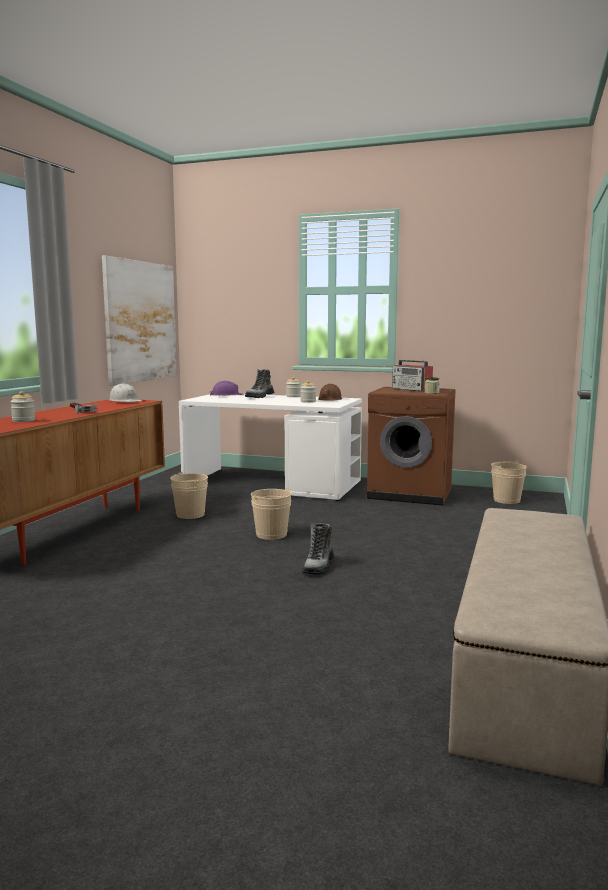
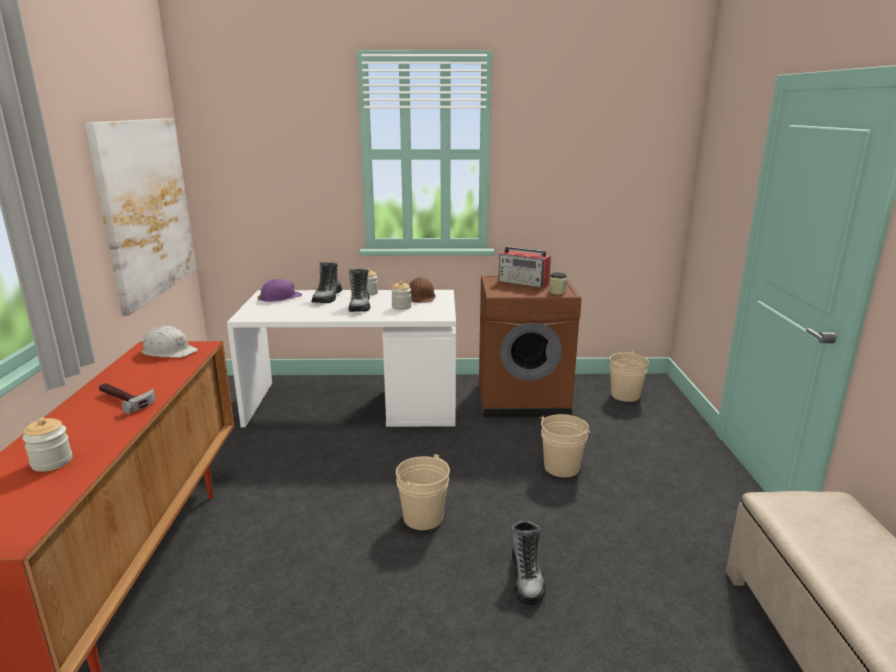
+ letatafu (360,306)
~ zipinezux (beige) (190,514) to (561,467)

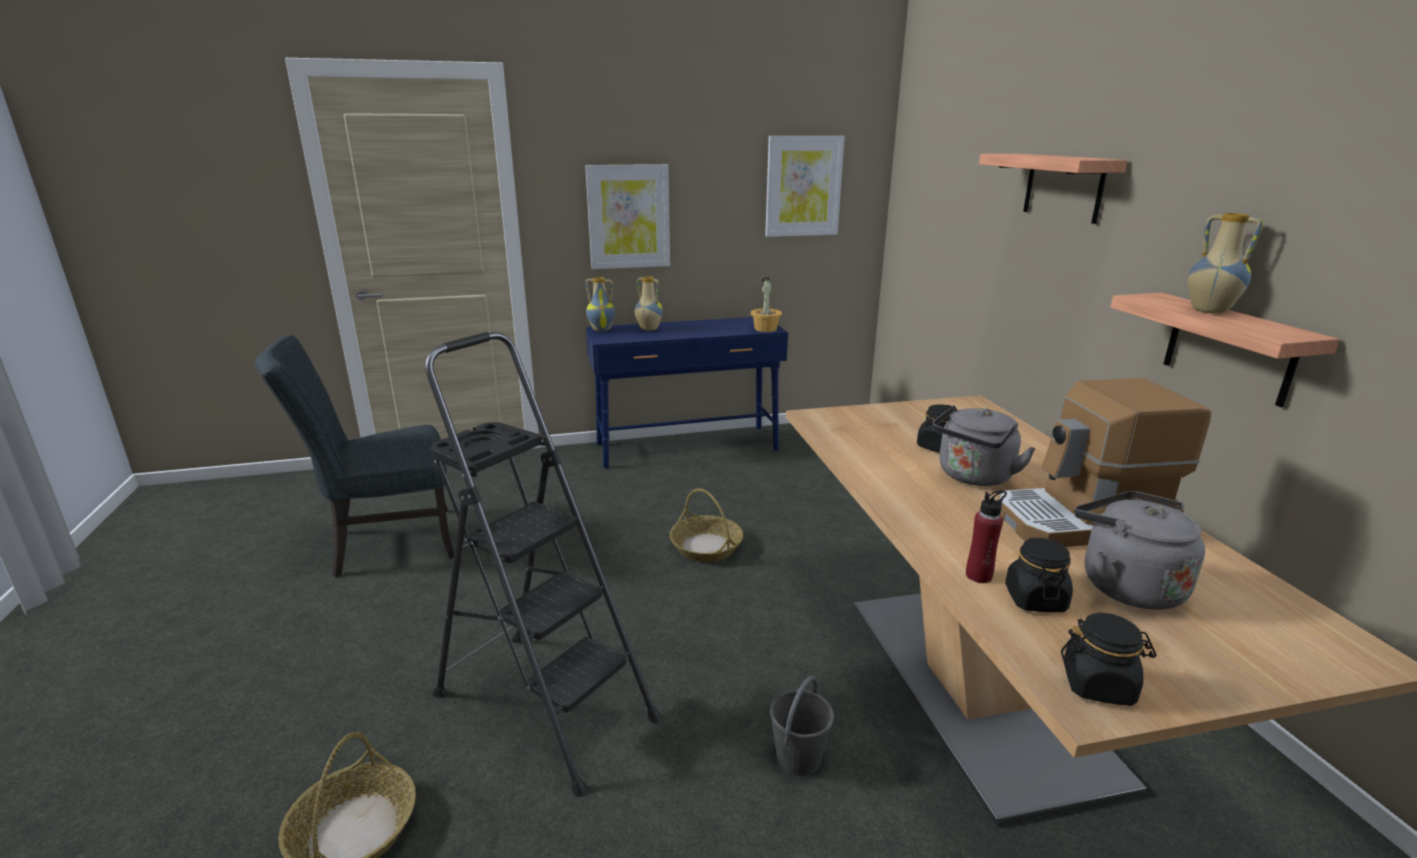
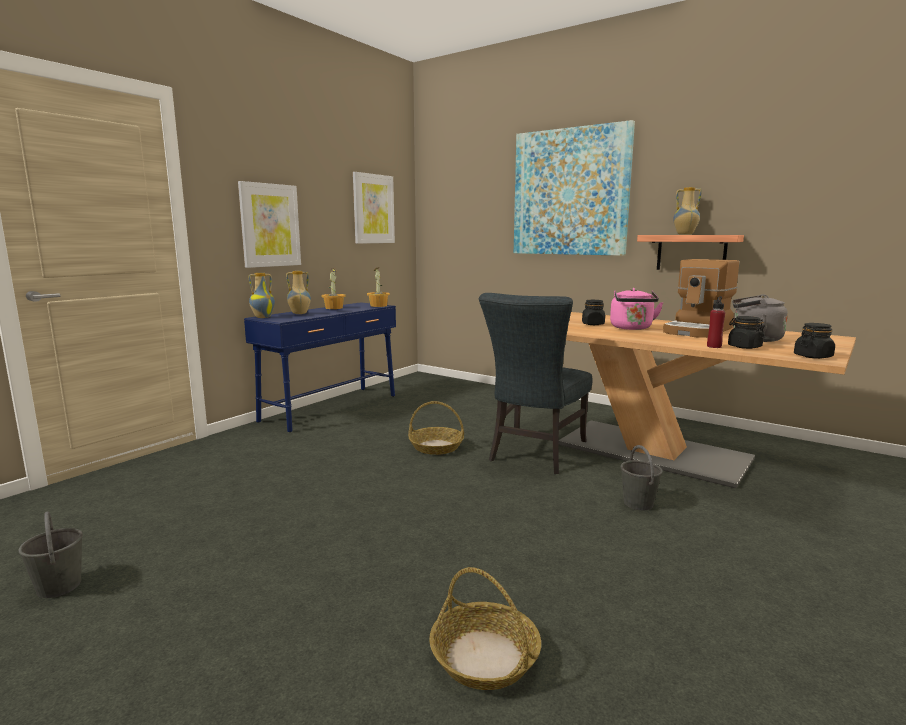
+ zipinezux (grey) (59,586)
+ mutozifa (333,308)
~ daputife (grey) (385,544) to (534,454)
~ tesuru (1063,187) to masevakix (570,192)
~ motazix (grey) (973,477) to motazix (pink) (632,328)
- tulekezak (542,703)

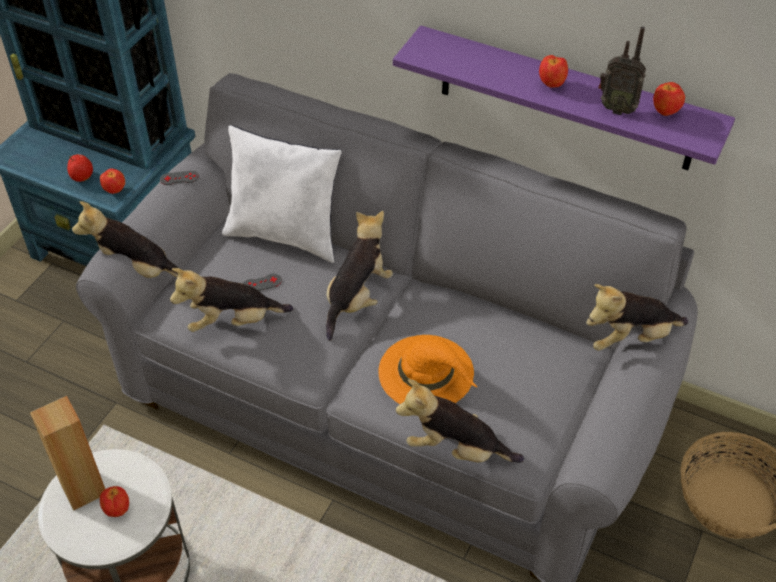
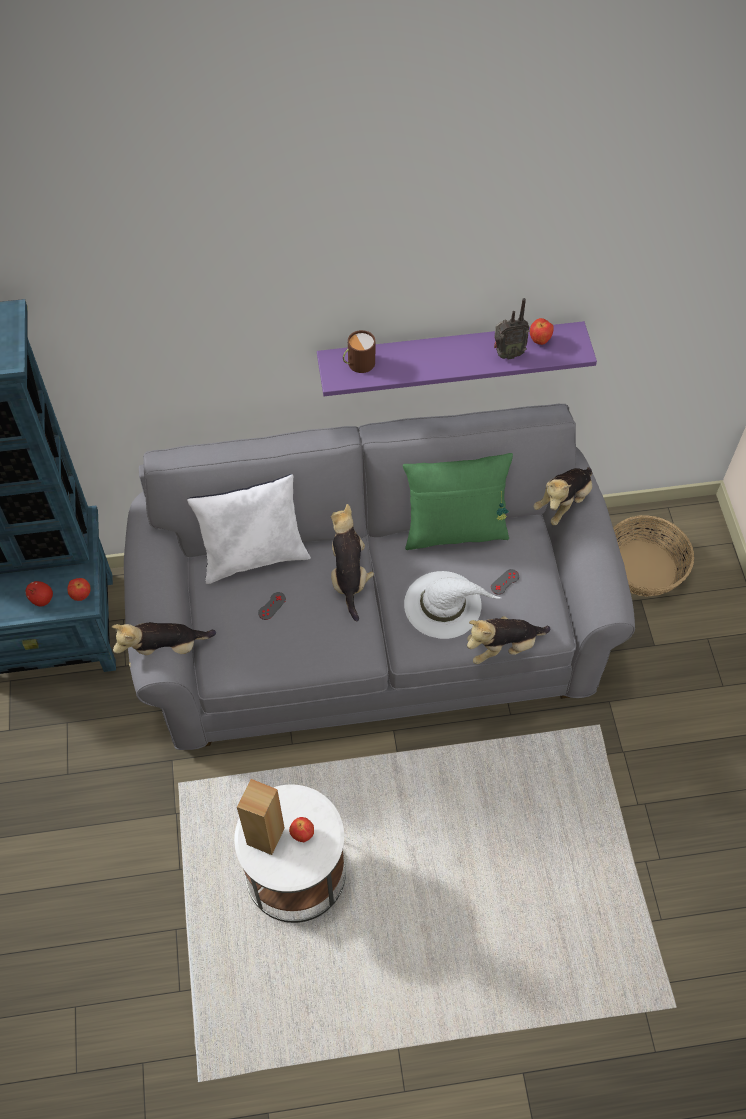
+ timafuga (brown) (358,363)
+ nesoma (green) (454,531)
~ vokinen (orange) (427,373) to vokinen (white) (444,604)
~ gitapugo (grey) (179,178) to (505,582)
- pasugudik (232,322)
- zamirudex (552,84)

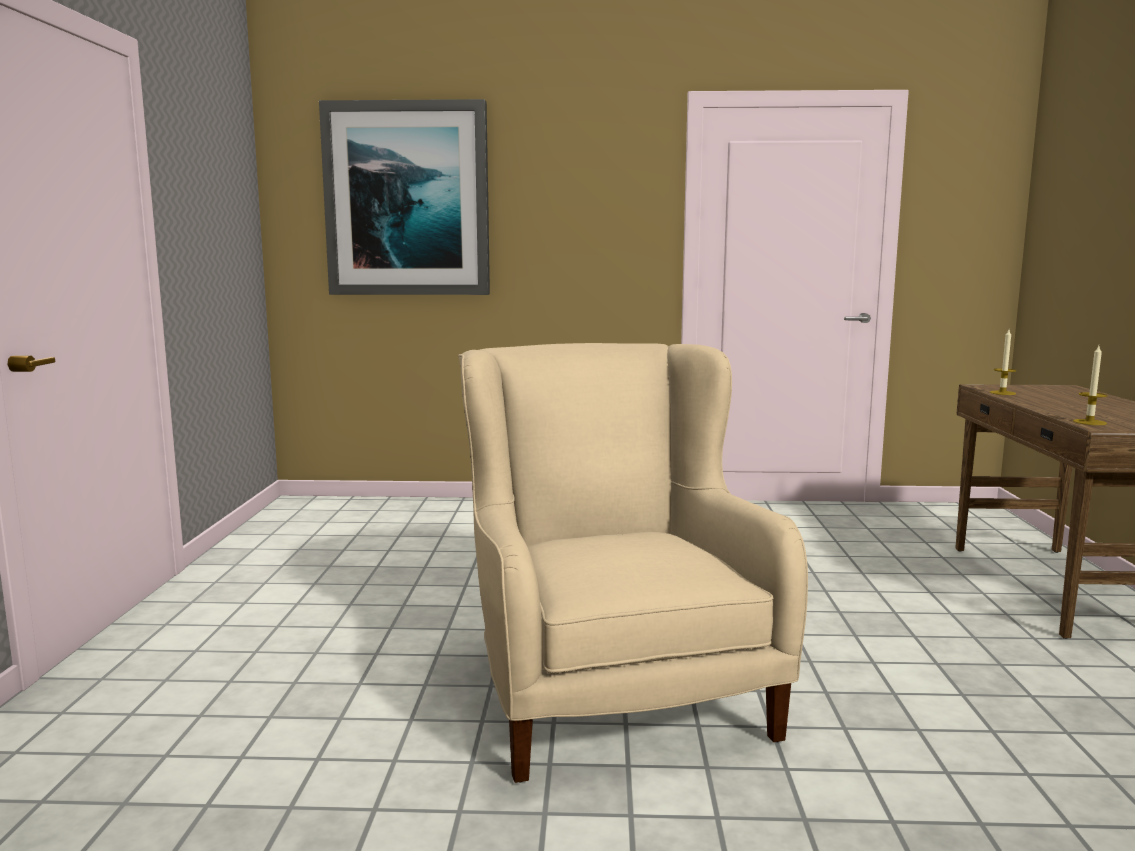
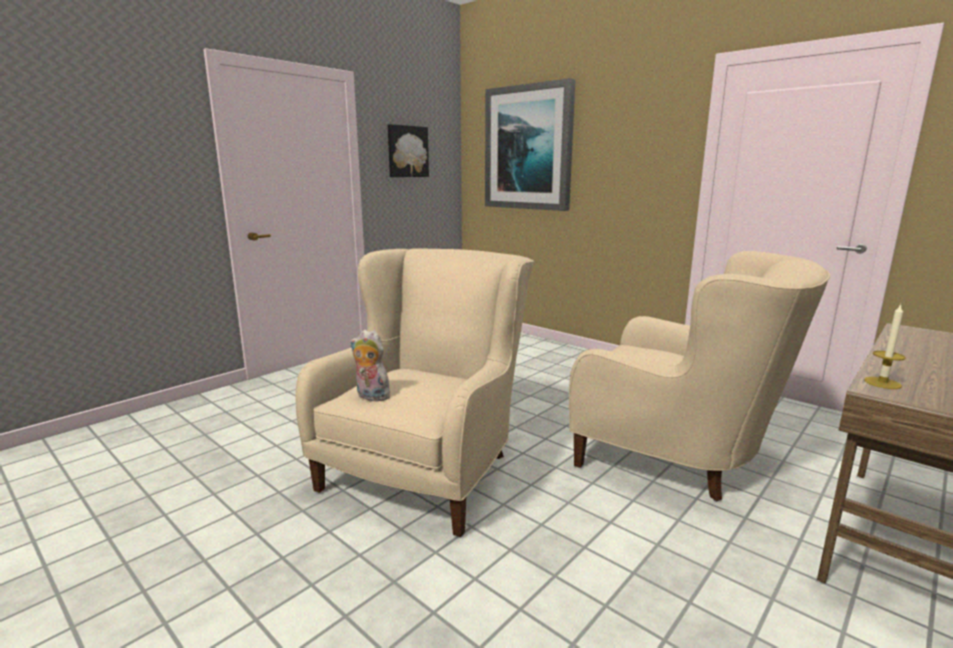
+ pasugudik (370,397)
+ masevakix (407,151)
+ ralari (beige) (679,458)
- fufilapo (1002,393)

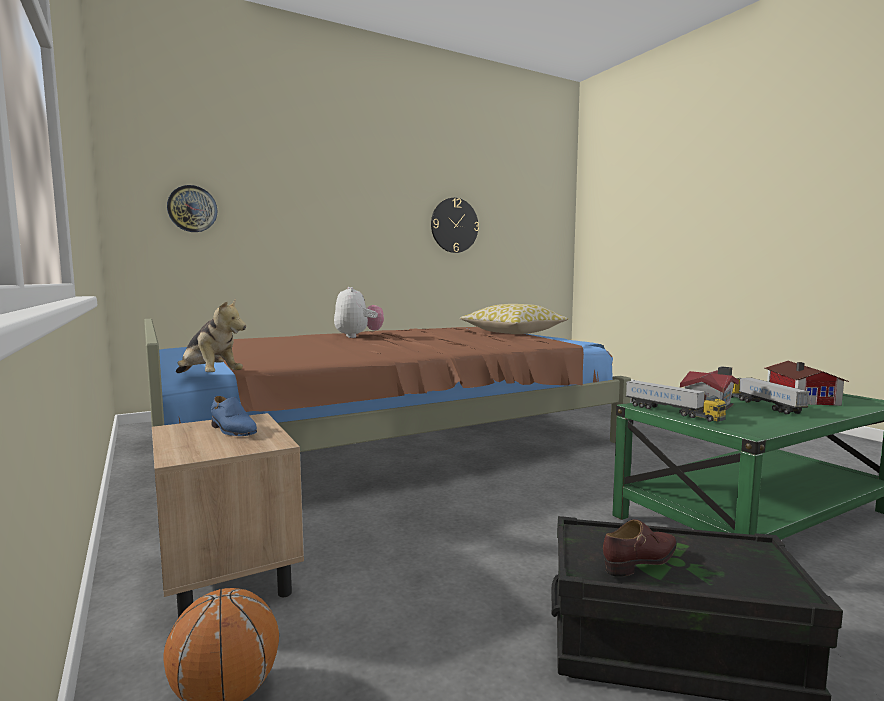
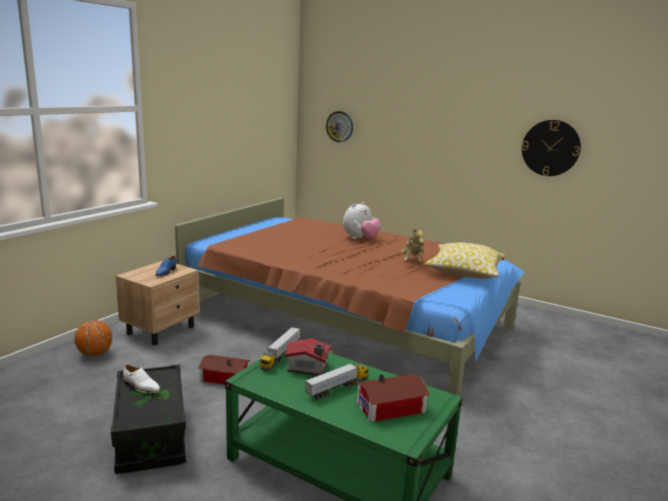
~ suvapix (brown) (642,560) to suvapix (white) (141,387)
+ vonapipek (223,376)
~ pasugudik (209,378) to (413,261)

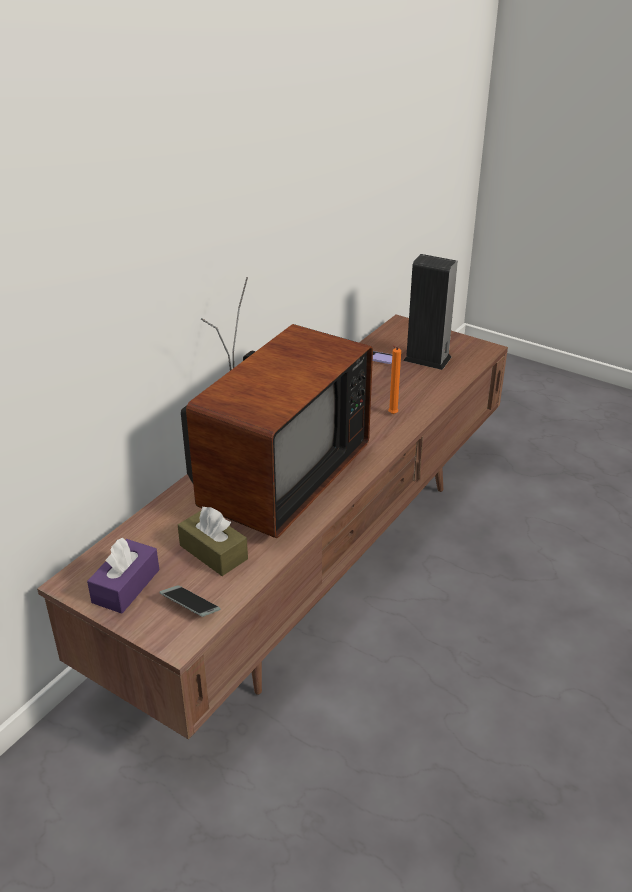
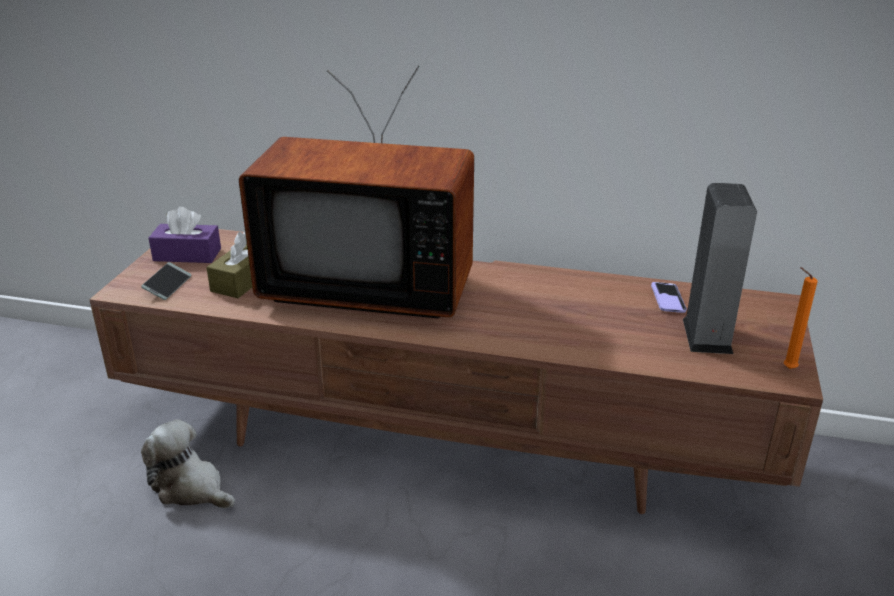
+ pasugudik (191,488)
~ fufilapo (orange) (392,414) to (787,368)

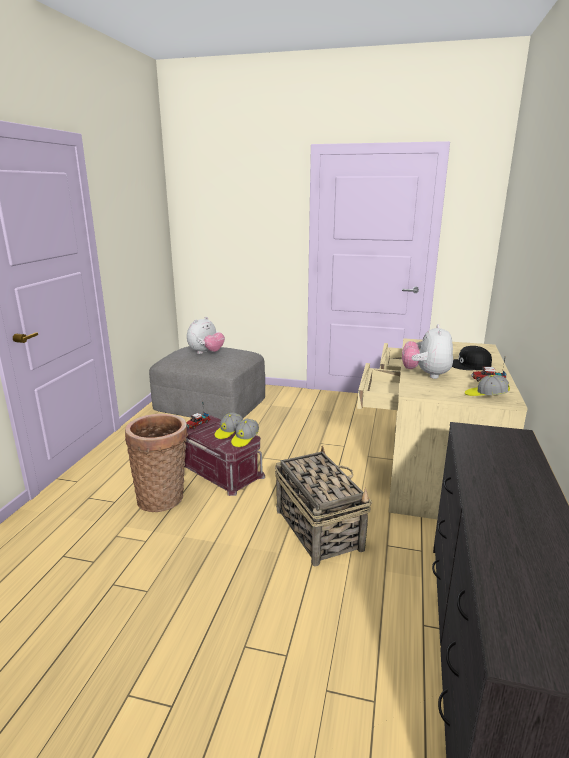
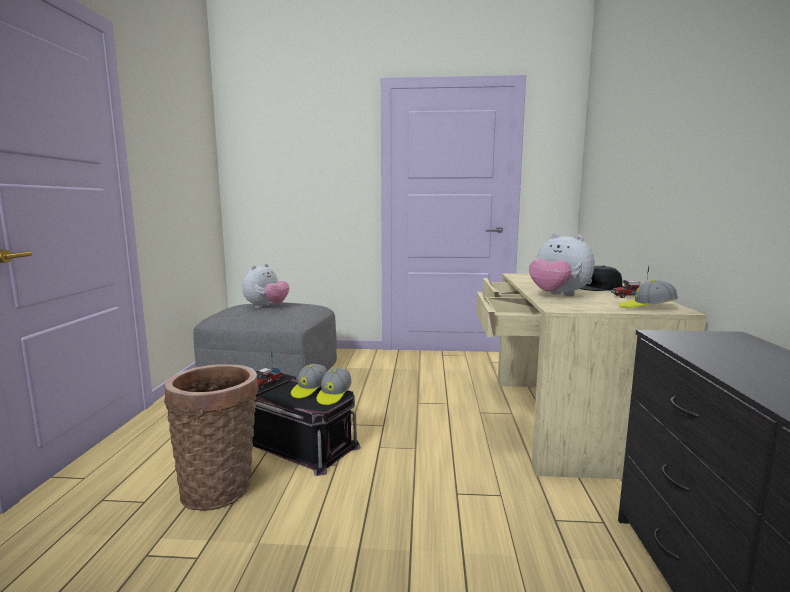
~ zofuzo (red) (221,469) to zofuzo (black) (298,443)
~ pasugudik (426,375) = (558,295) 45 degrees counterclockwise
- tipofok (318,528)

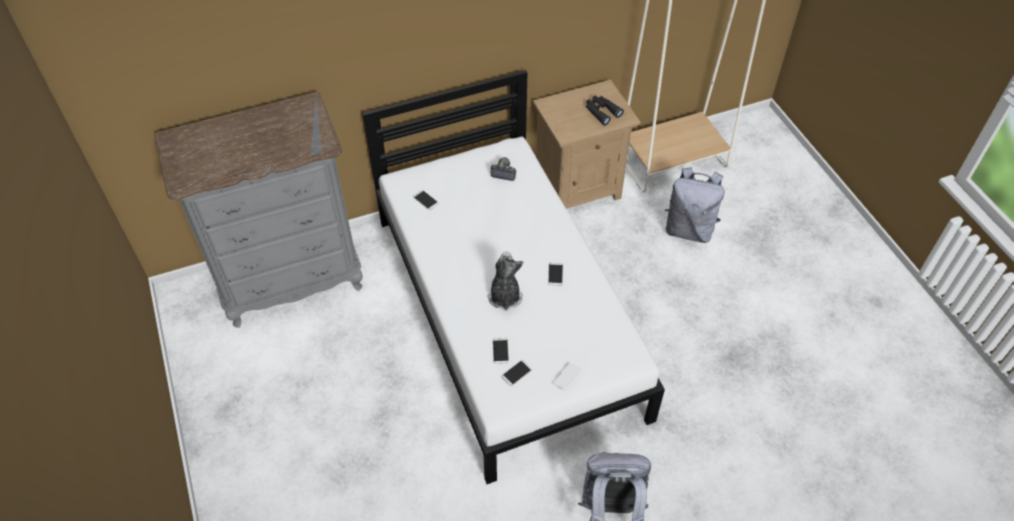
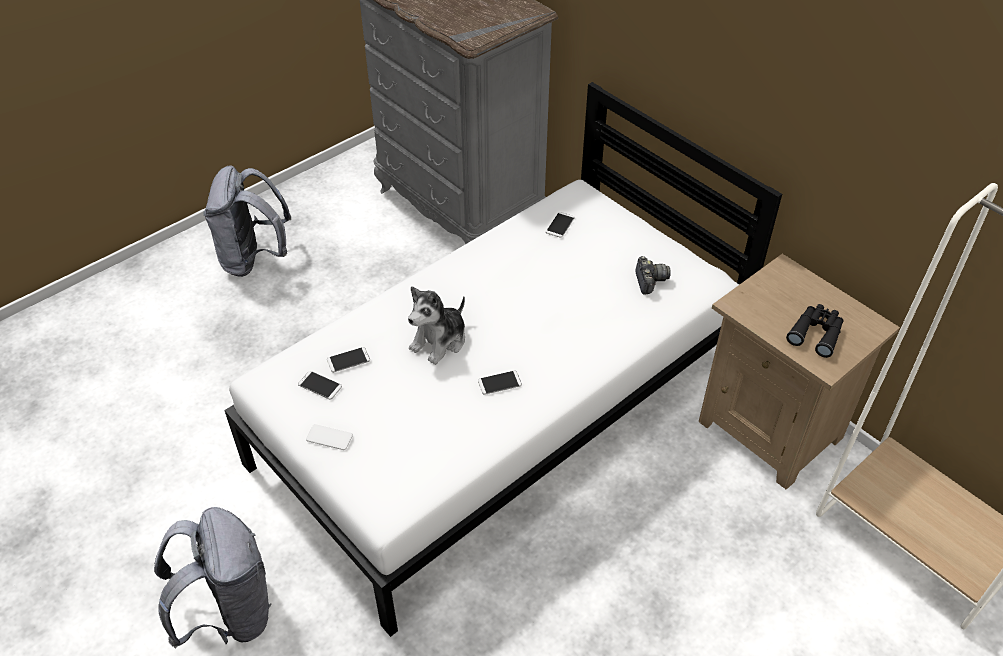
~ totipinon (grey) (689,229) to (254,259)
~ pasugudik (504,296) = (440,341) 150 degrees clockwise

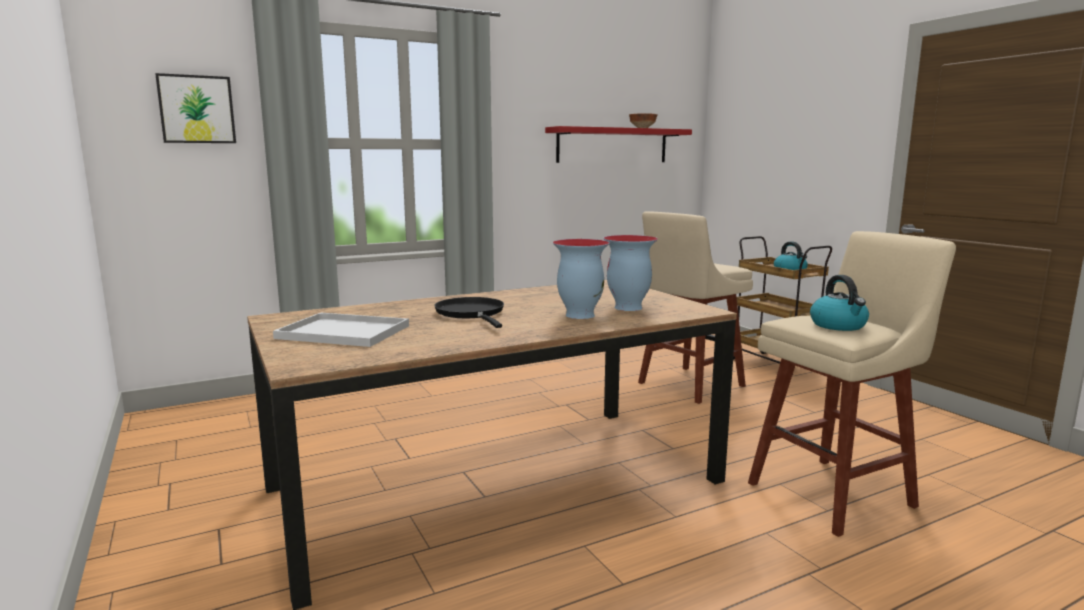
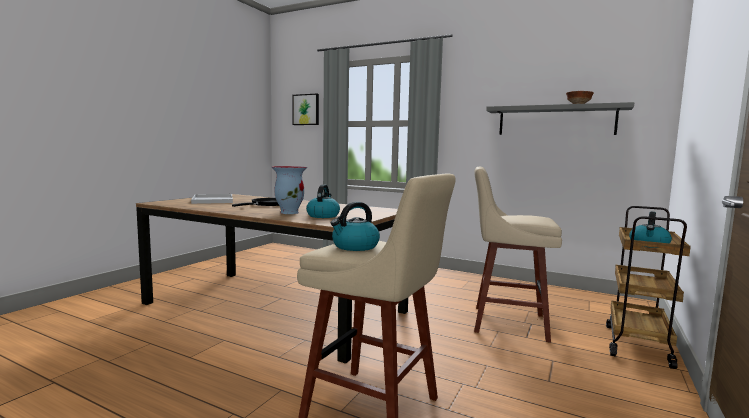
~ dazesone (628,308) to motazix (323,216)
~ tesuru (red) (612,145) to tesuru (grey) (555,121)

